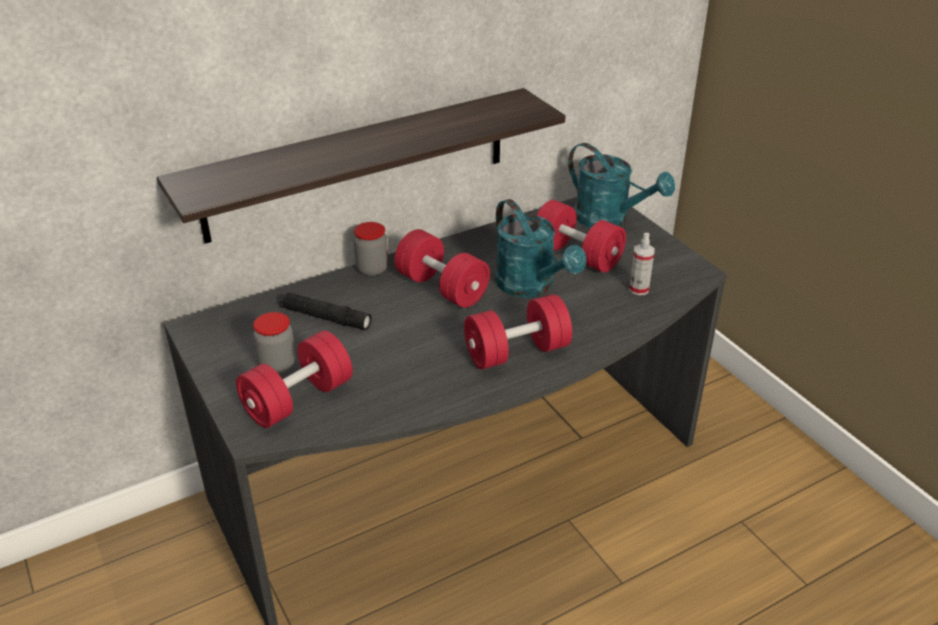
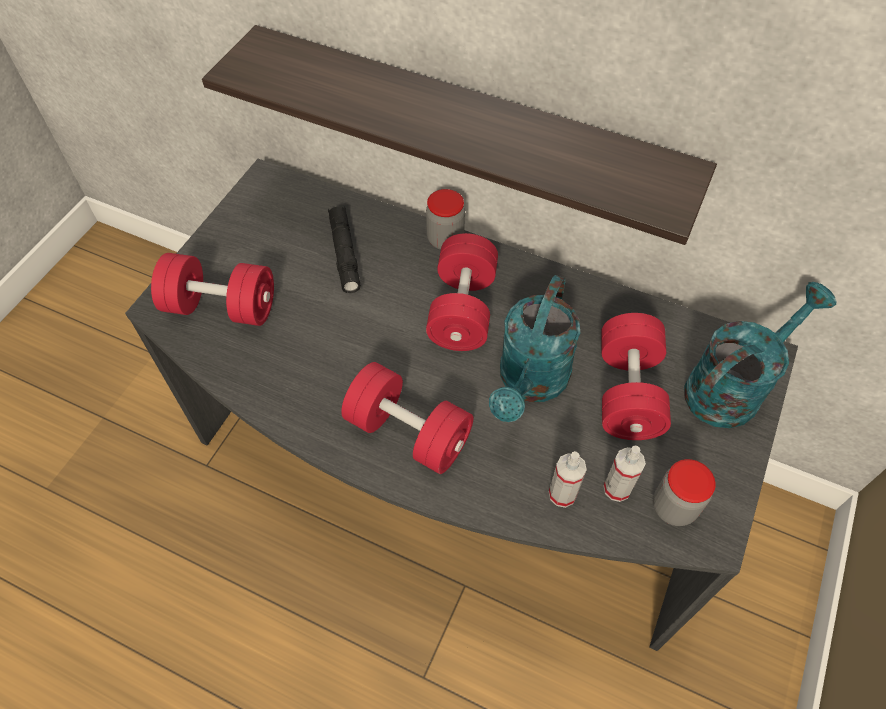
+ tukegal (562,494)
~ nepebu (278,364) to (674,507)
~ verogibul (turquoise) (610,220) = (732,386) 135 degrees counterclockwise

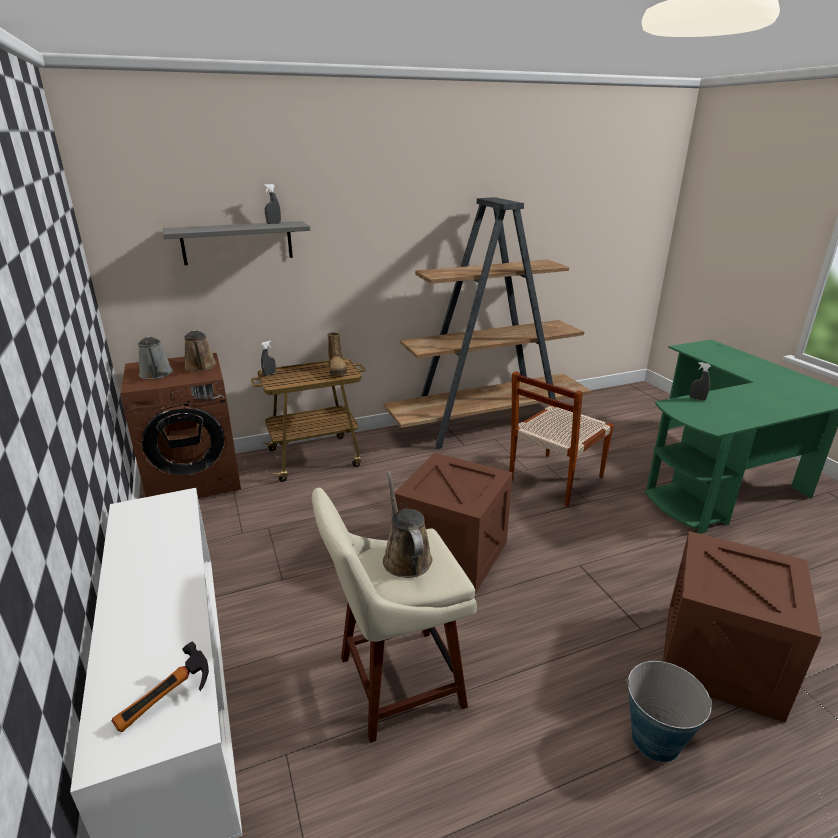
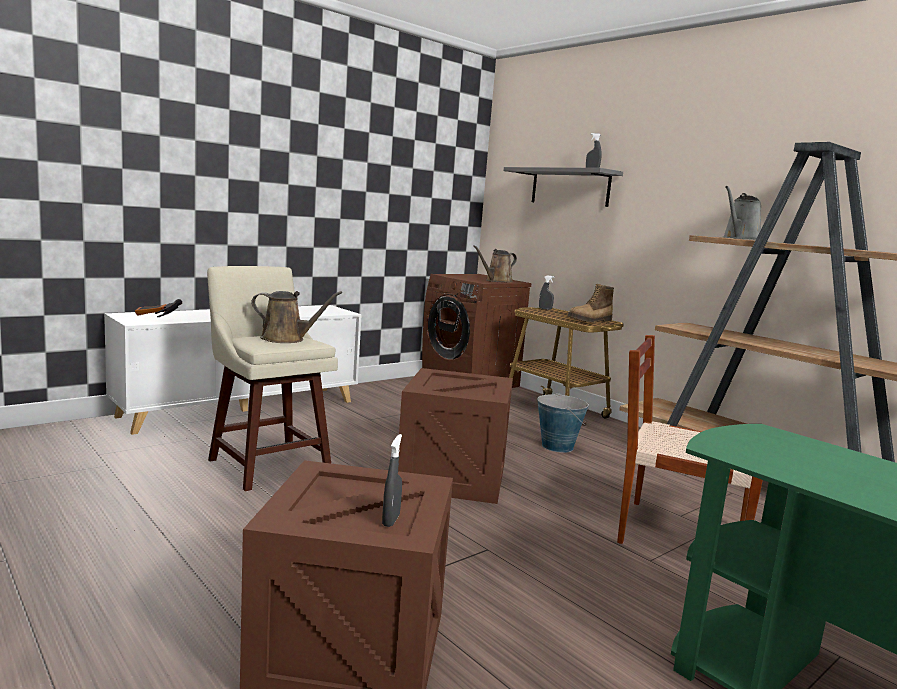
~ verogibul (brown) (405,557) = (287,339) 45 degrees clockwise
~ tukegal (grey) (697,399) to (391,520)
~ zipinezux (655,739) to (557,446)
~ verogibul (grey) (156,374) to (740,238)

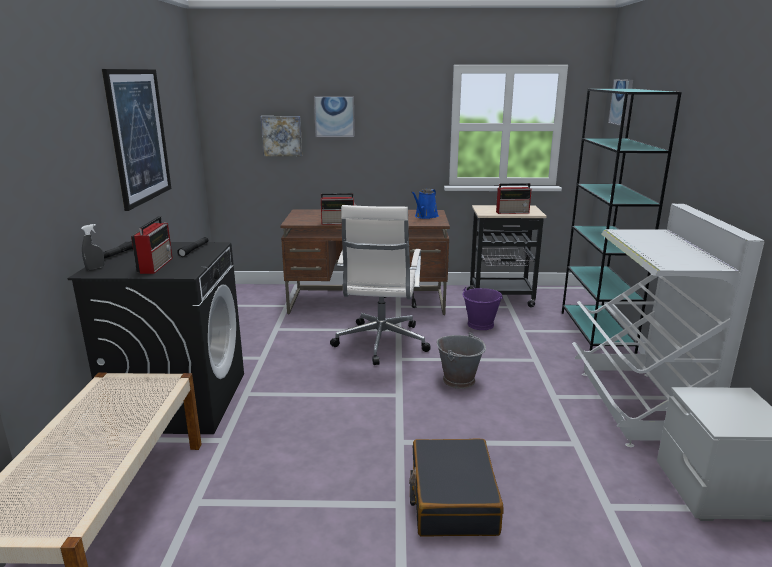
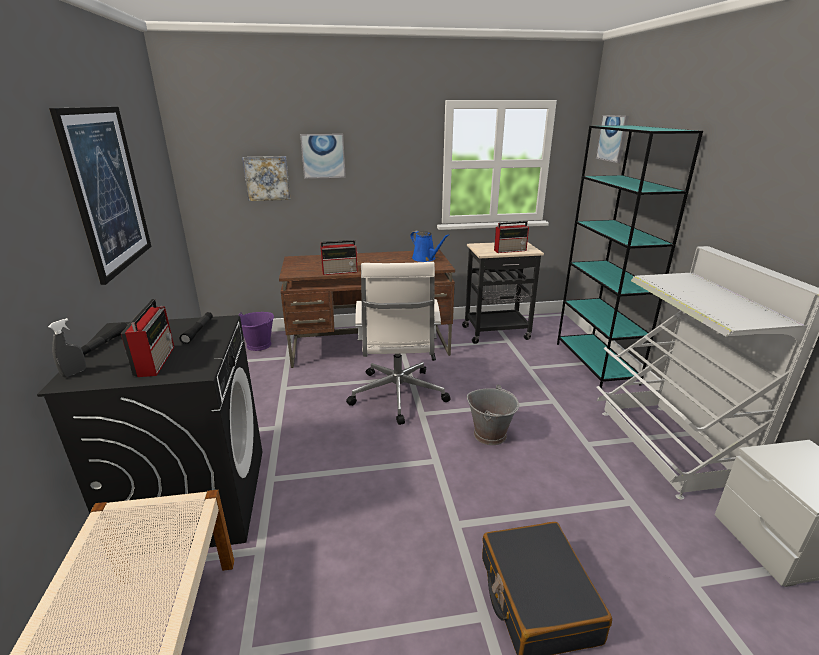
~ zipinezux (purple) (481,325) to (259,345)
~ verogibul (blue) (425,216) = (425,259) 60 degrees counterclockwise

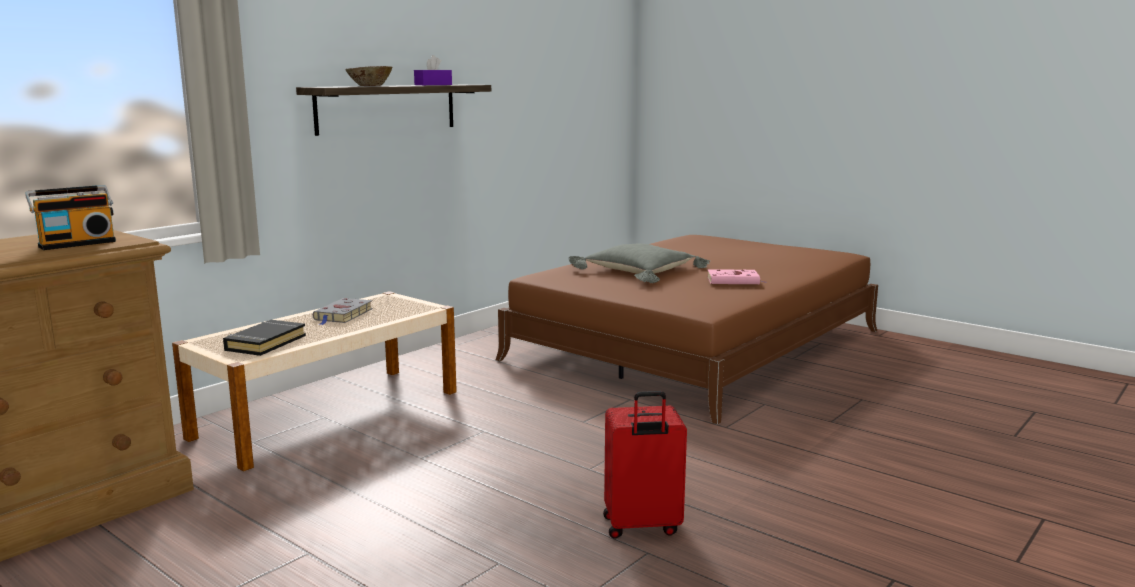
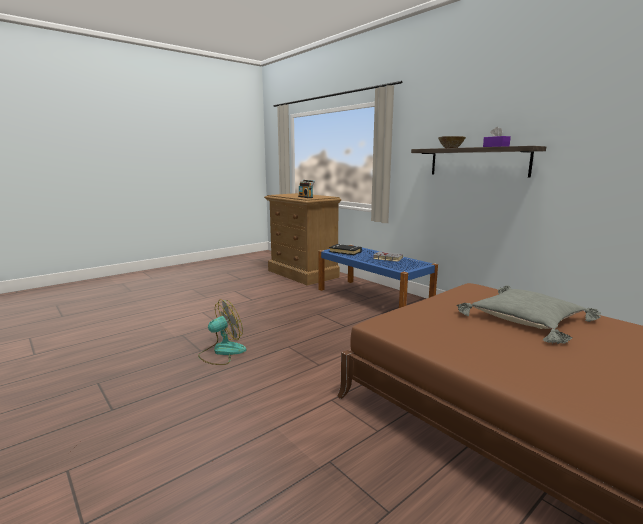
~ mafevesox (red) (641,527) to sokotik (222,352)
~ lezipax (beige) (328,414) to lezipax (blue) (373,298)
- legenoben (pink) (734,281)

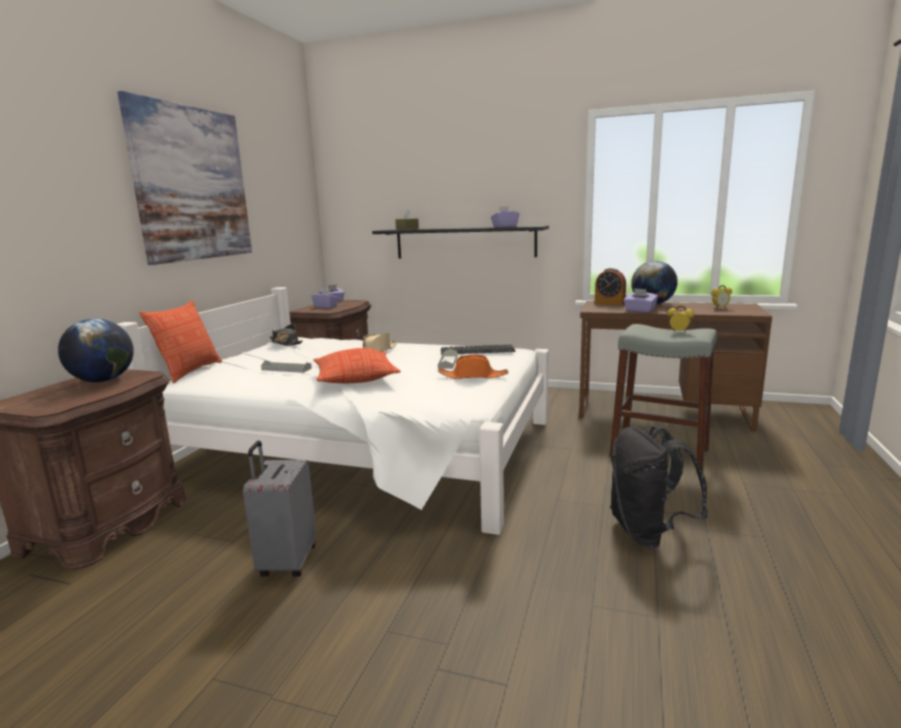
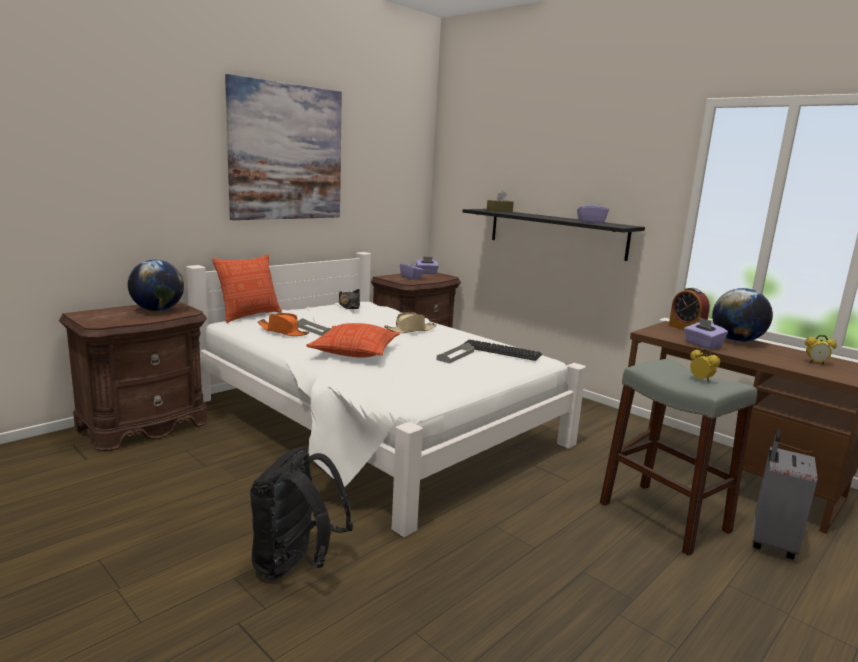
~ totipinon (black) (648,533) to (296,565)
~ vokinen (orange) (473,376) to (283,331)
~ mafevesox (grey) (286,562) to (770,542)

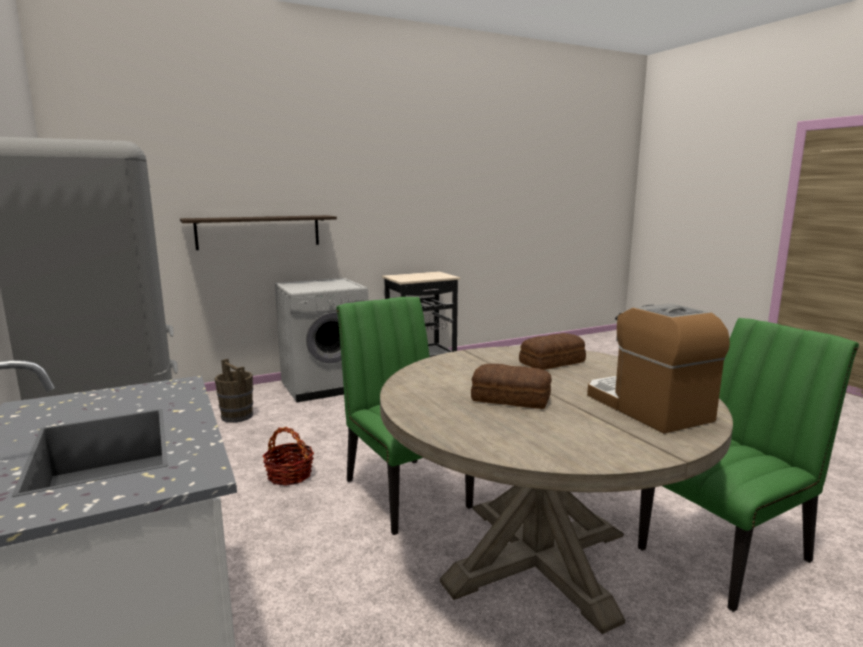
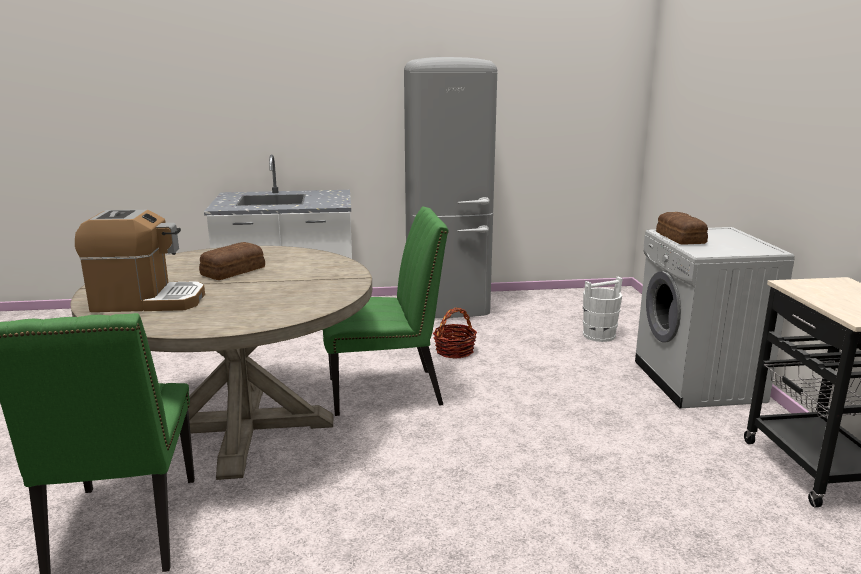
~ zipinezux (brown) (237,416) to zipinezux (white) (599,335)
~ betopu (553,362) to (680,238)
- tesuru (259,232)

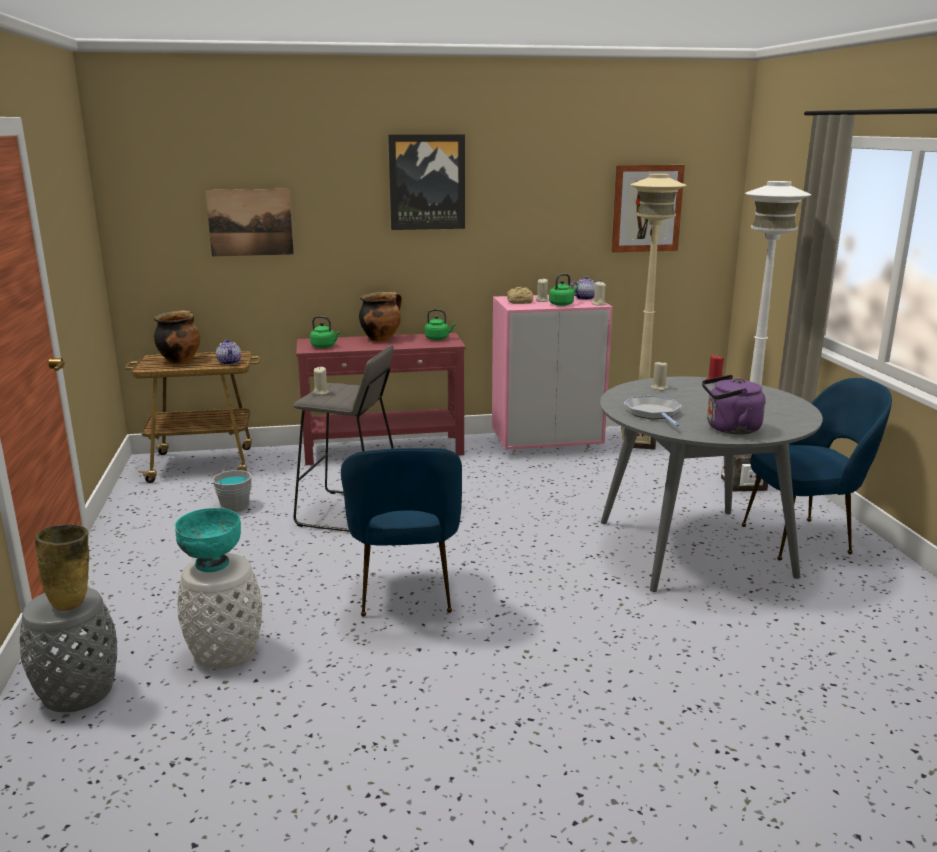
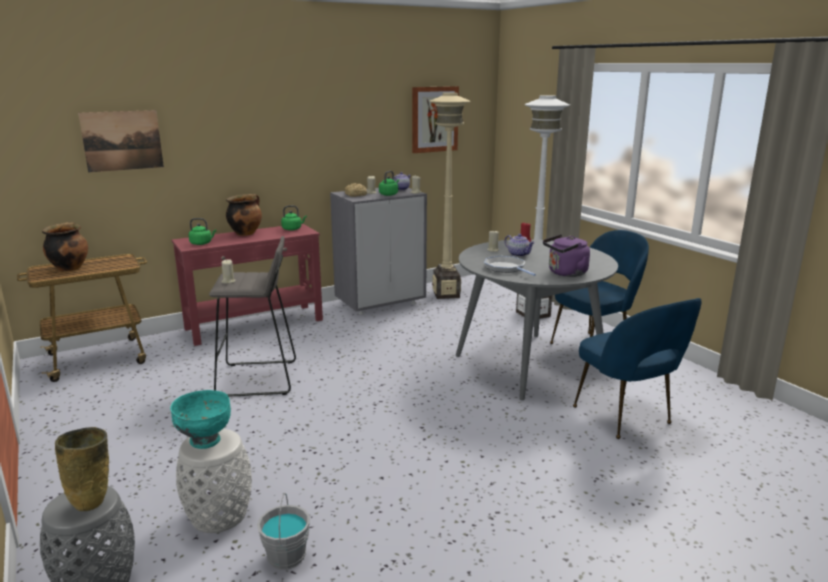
~ zipinezux (grey) (234,506) to (286,556)
~ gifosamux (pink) (547,443) to gifosamux (grey) (380,303)
~ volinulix (230,362) to (519,254)
~ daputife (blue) (405,597) to (626,419)
- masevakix (427,182)

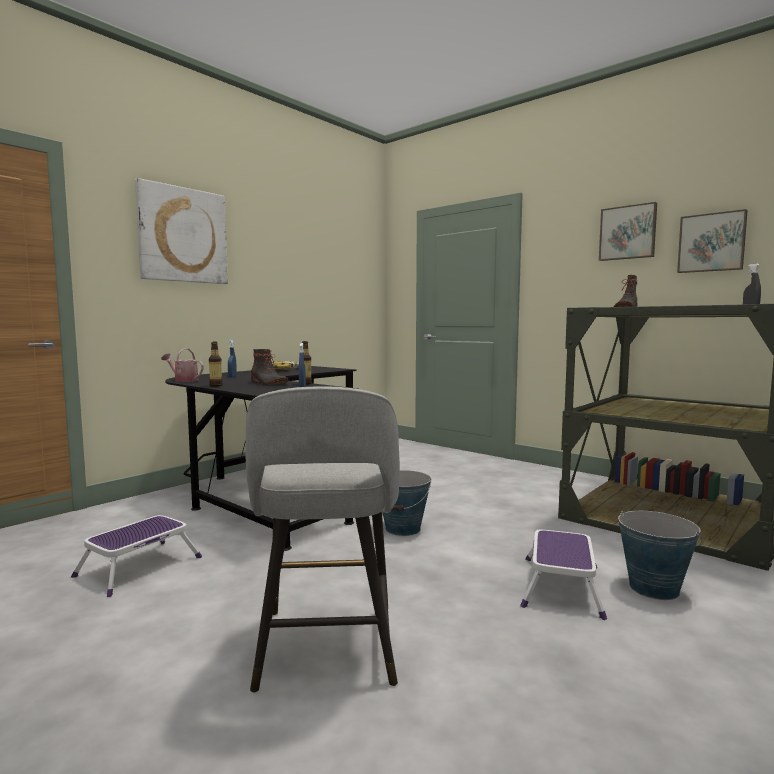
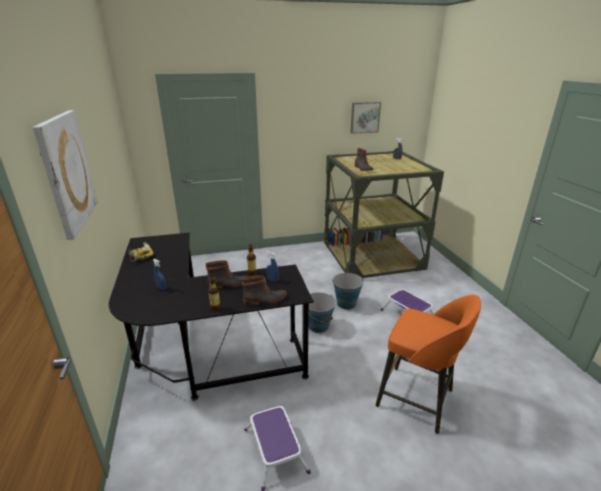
+ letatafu (265,300)
~ zipinezux (653,588) to (346,304)
~ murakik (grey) (326,649) to murakik (orange) (417,399)
- verogibul (183,380)
- masevakix (628,233)

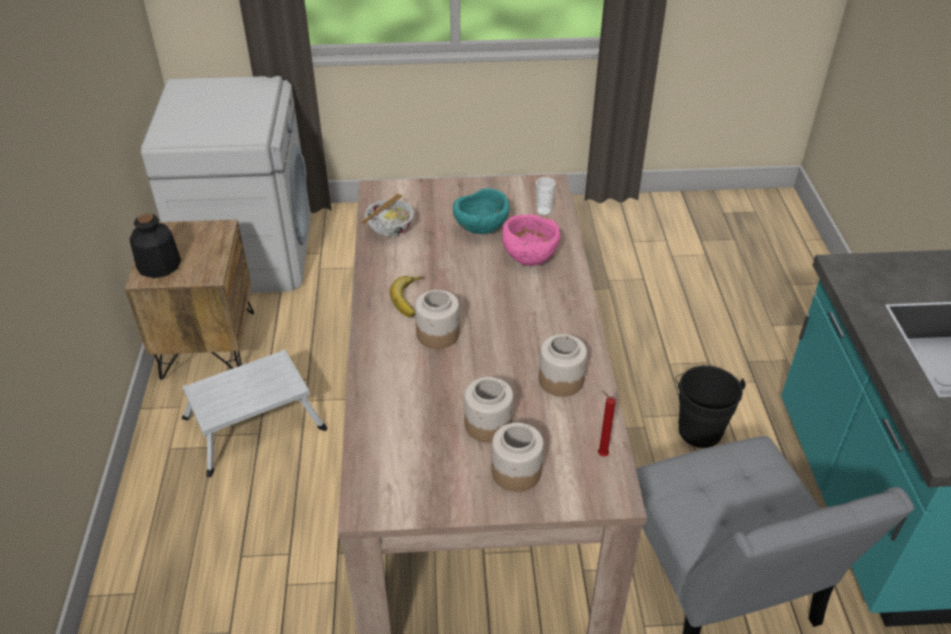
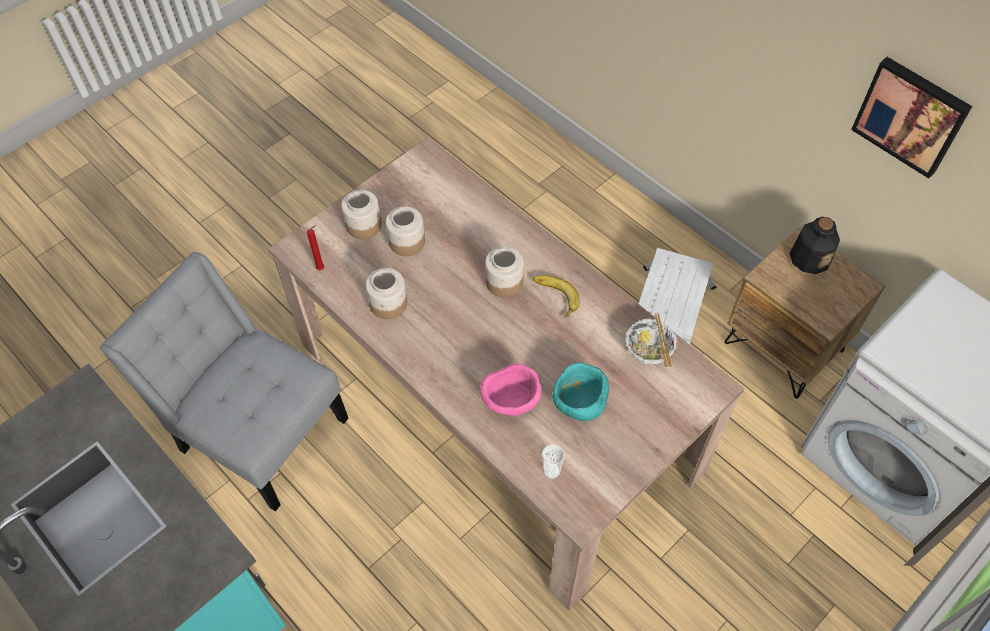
+ masevakix (911,115)
- zipinezux (black) (698,427)

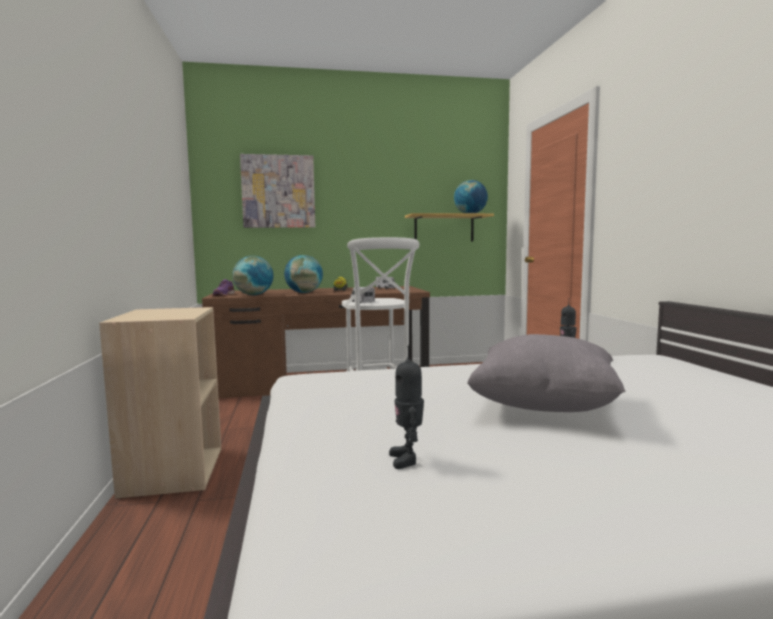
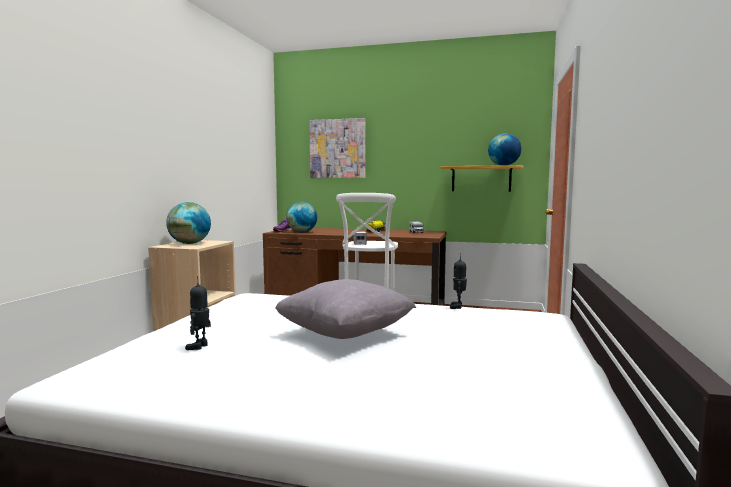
~ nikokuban (304,292) to (190,243)

